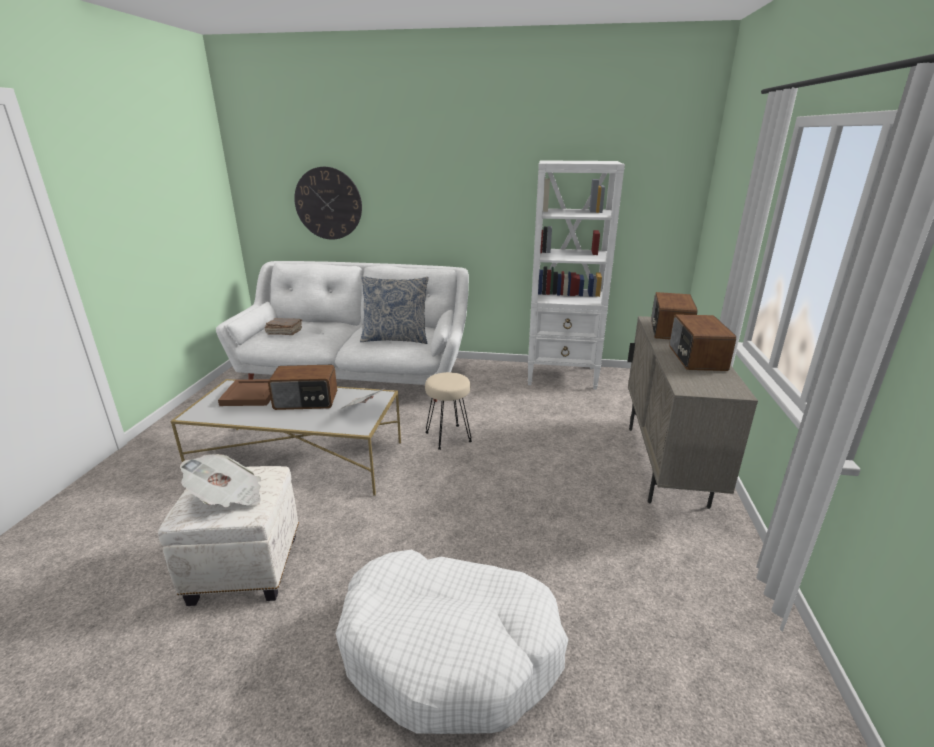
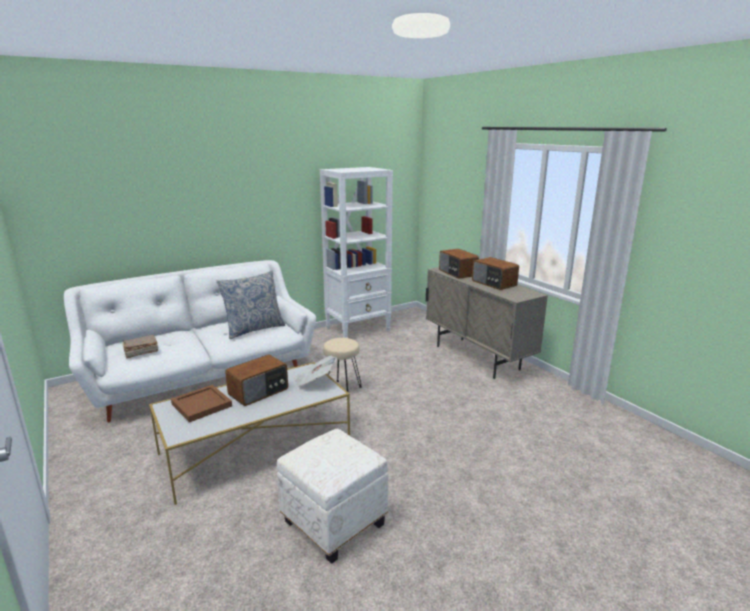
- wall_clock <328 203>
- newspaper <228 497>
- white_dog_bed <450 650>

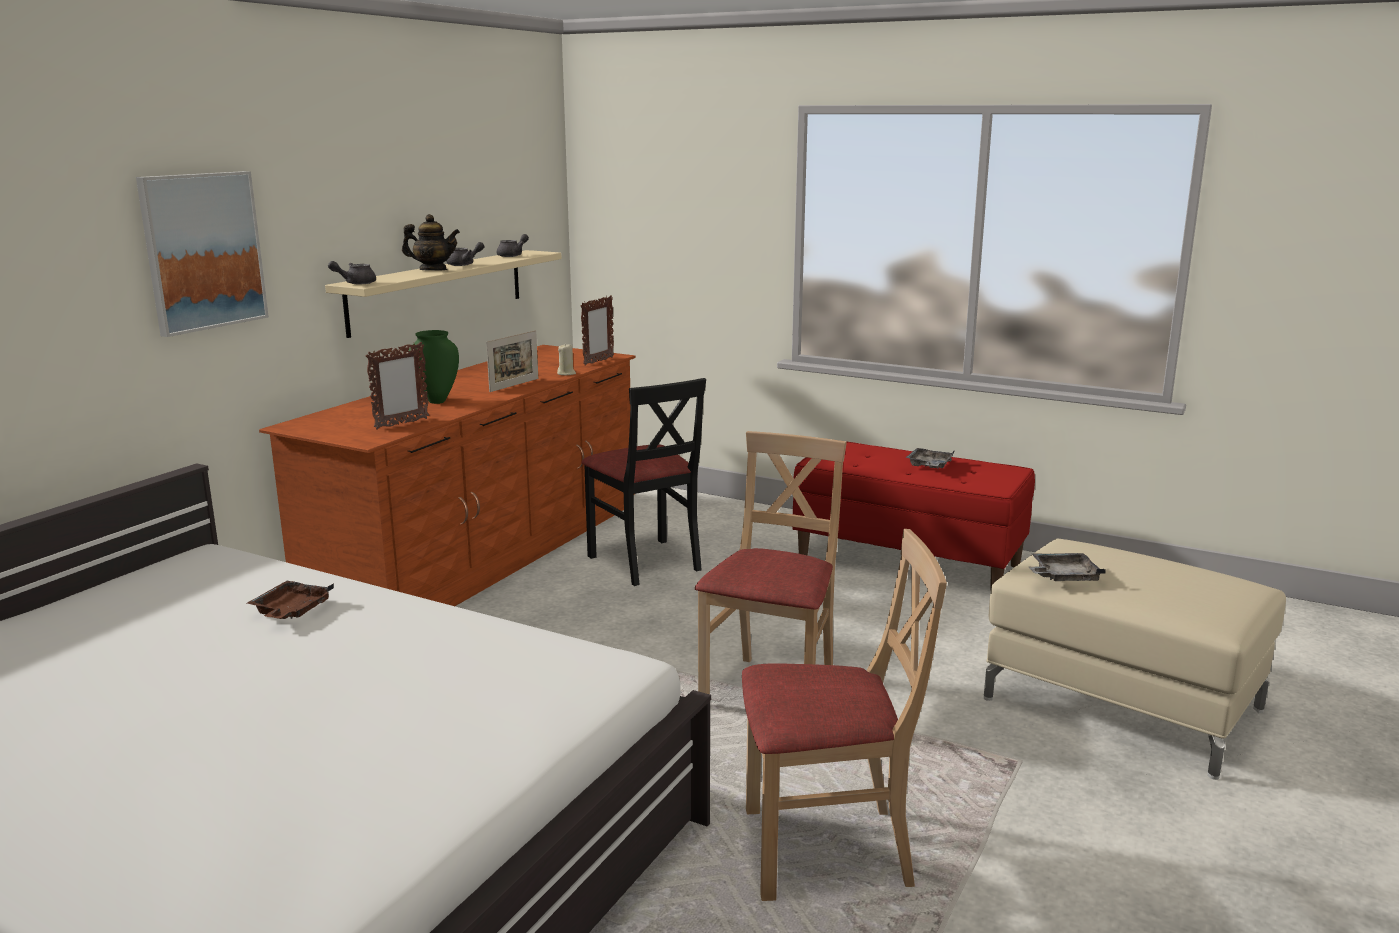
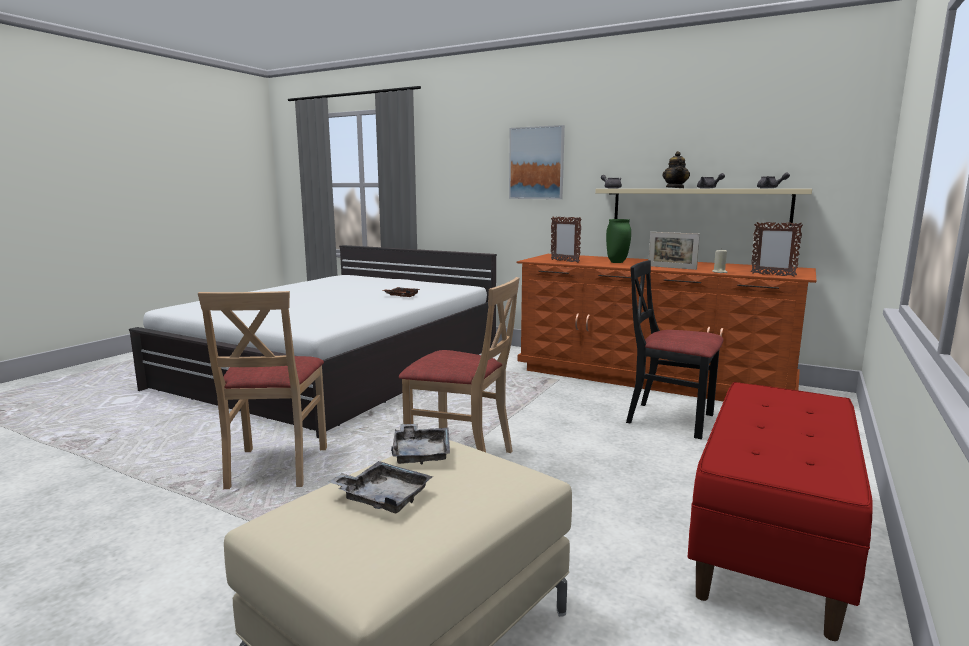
~ black_chair <645 562> = <670 419> 60 degrees clockwise
~ grey_tray <929 466> to <383 497>

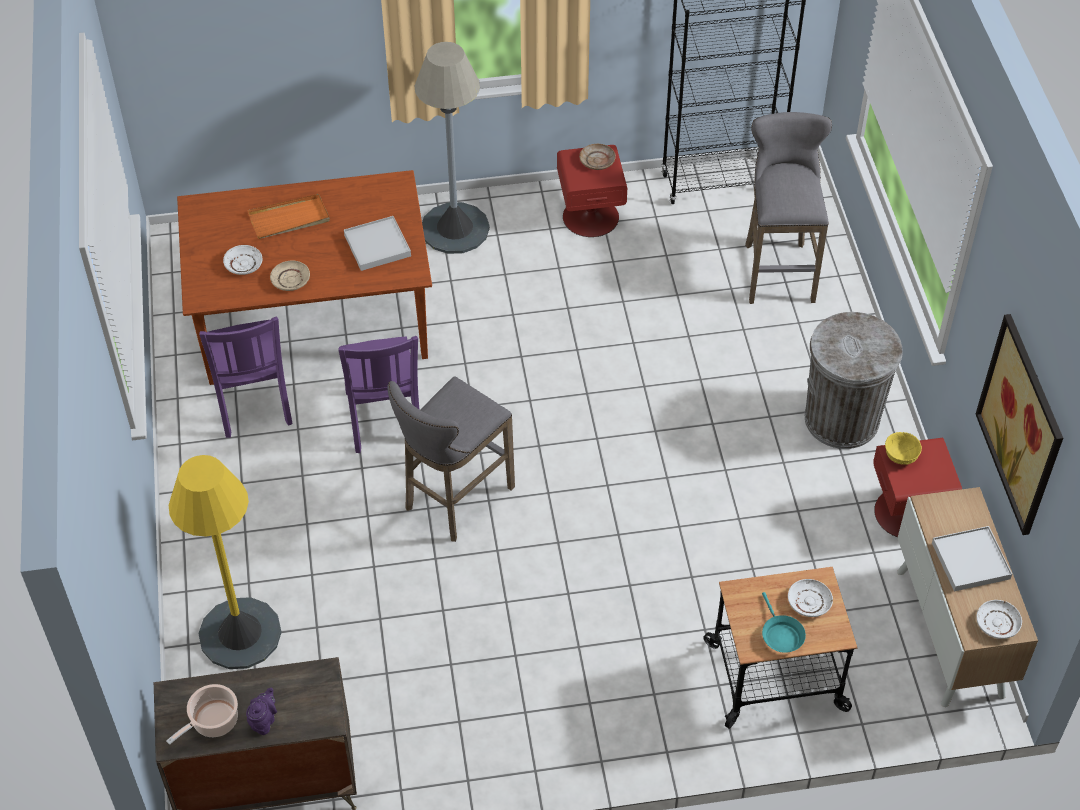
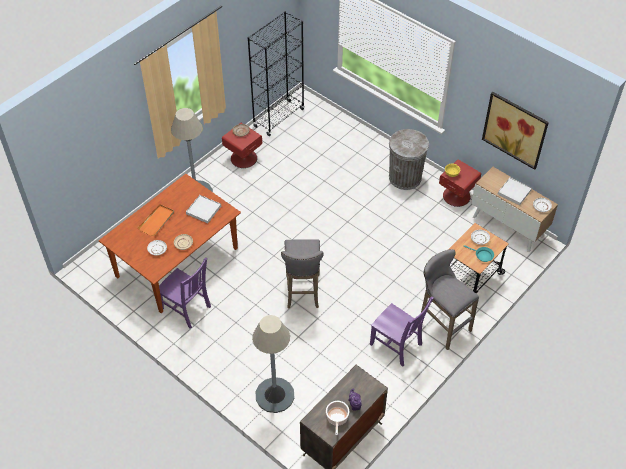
~ grey_stool <777 269> to <442 325>
~ purple_chair <384 419> to <397 345>
~ yellow_floor_lamp <240 634> to grey_floor_lamp <275 395>

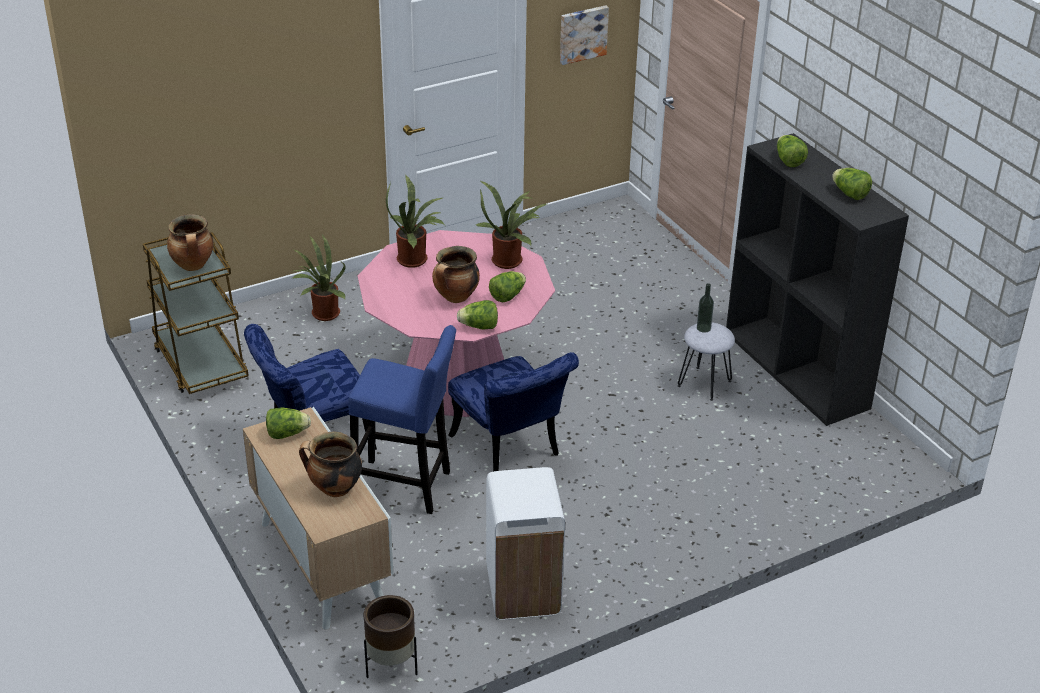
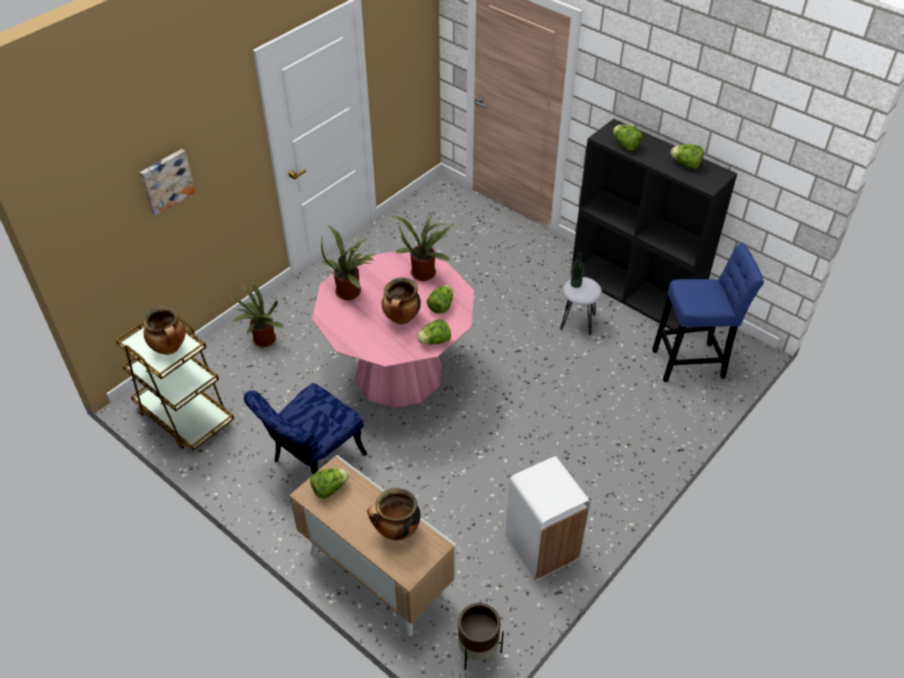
~ picture <582 34> to <166 181>
~ blue_stool <406 486> to <692 363>
- blue_chair <510 450>

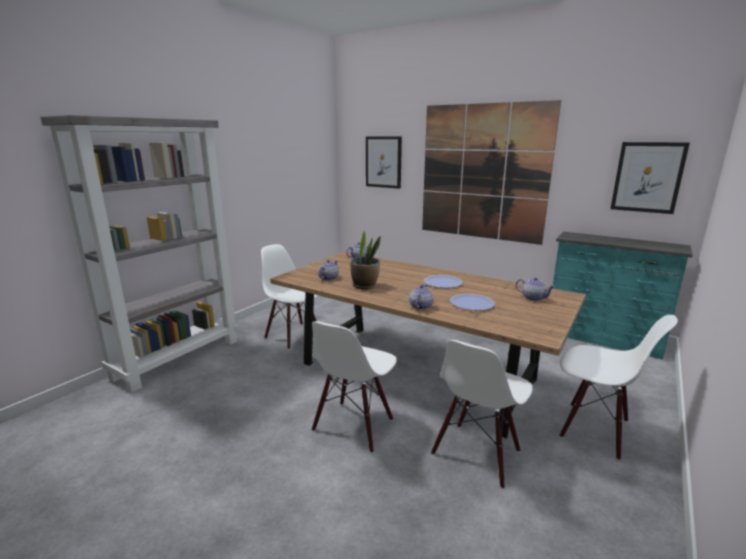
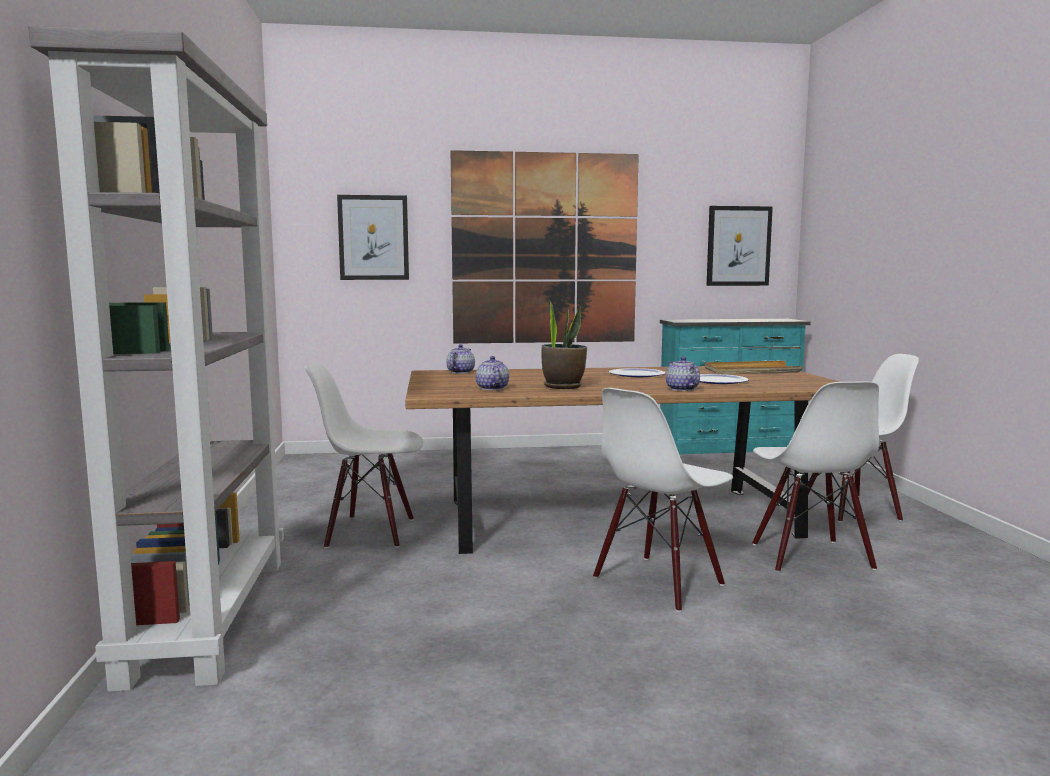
~ teapot <533 298> to beige_tray <751 371>
~ white_chair <354 426> = <659 582> 60 degrees clockwise

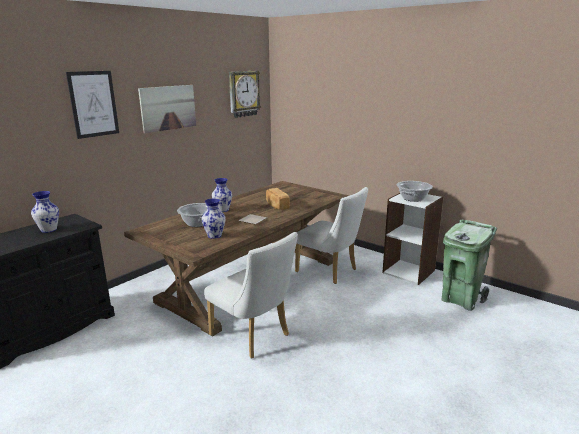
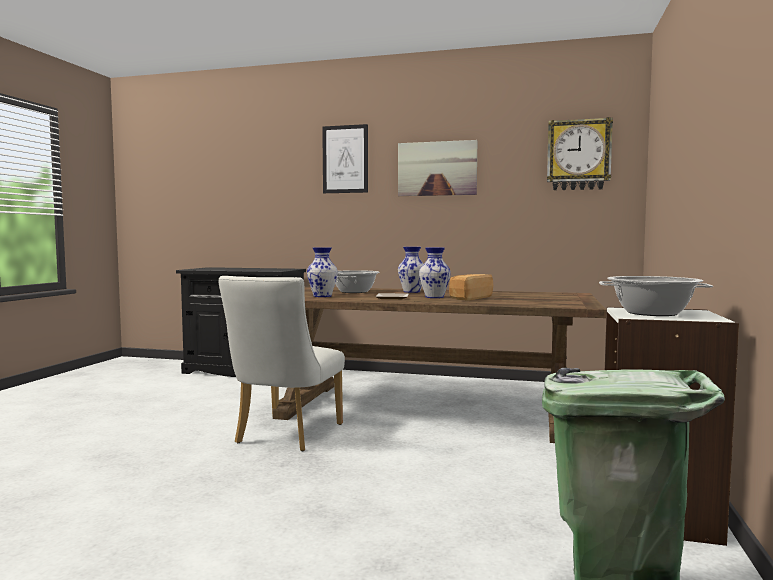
- white_chair <330 271>
~ vase <48 230> to <434 297>

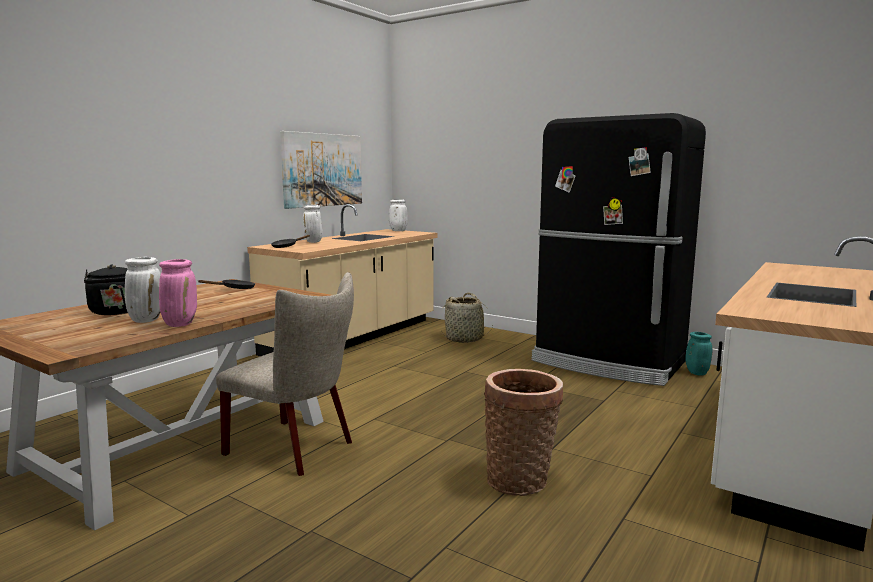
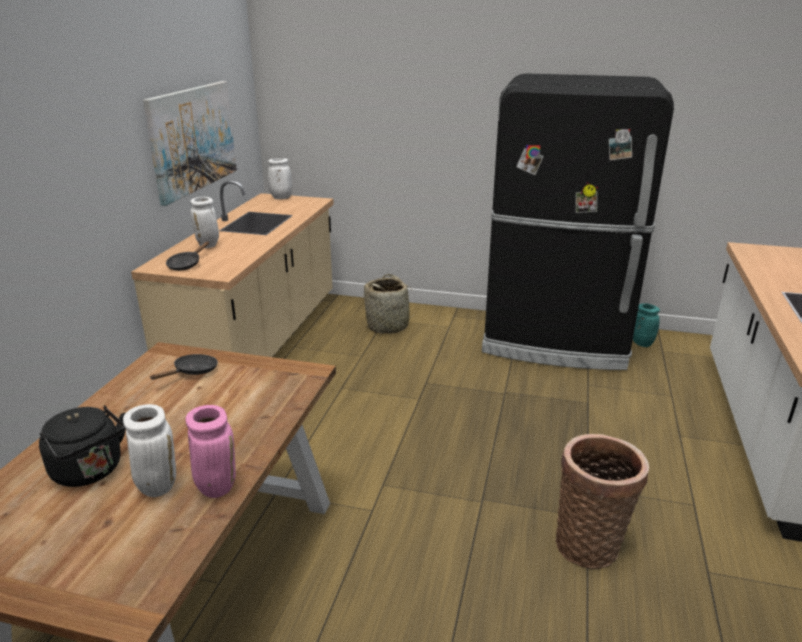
- beige_chair <296 449>

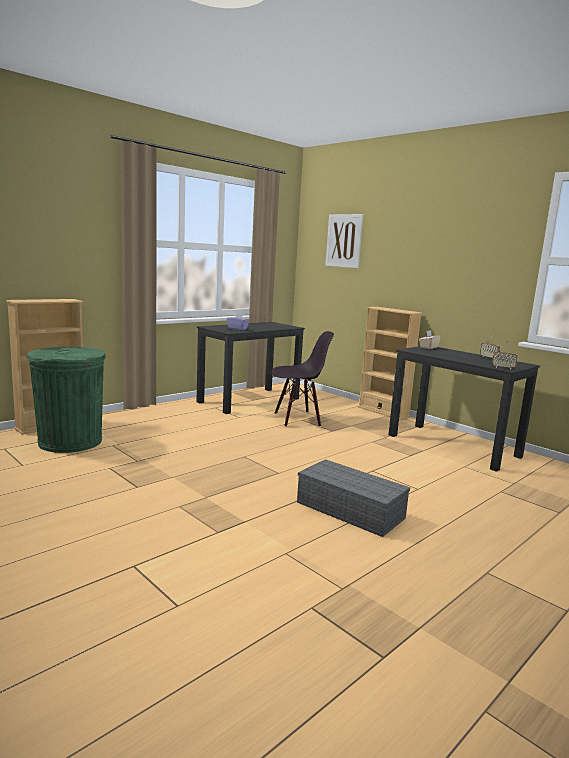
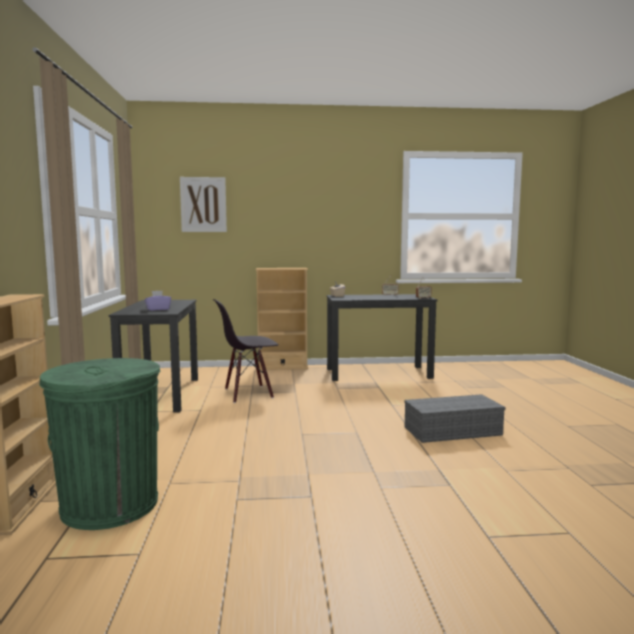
~ black_chair <297 419> = <248 393> 135 degrees counterclockwise

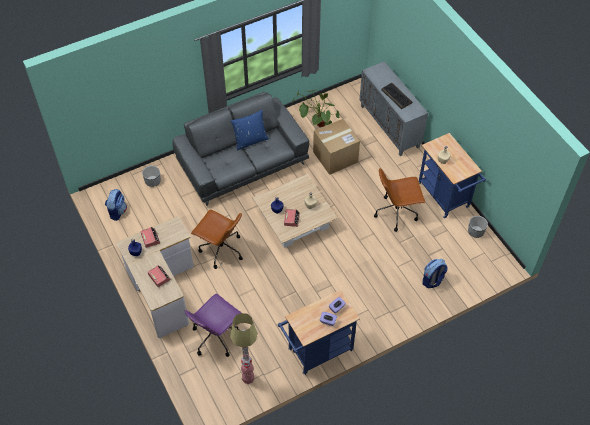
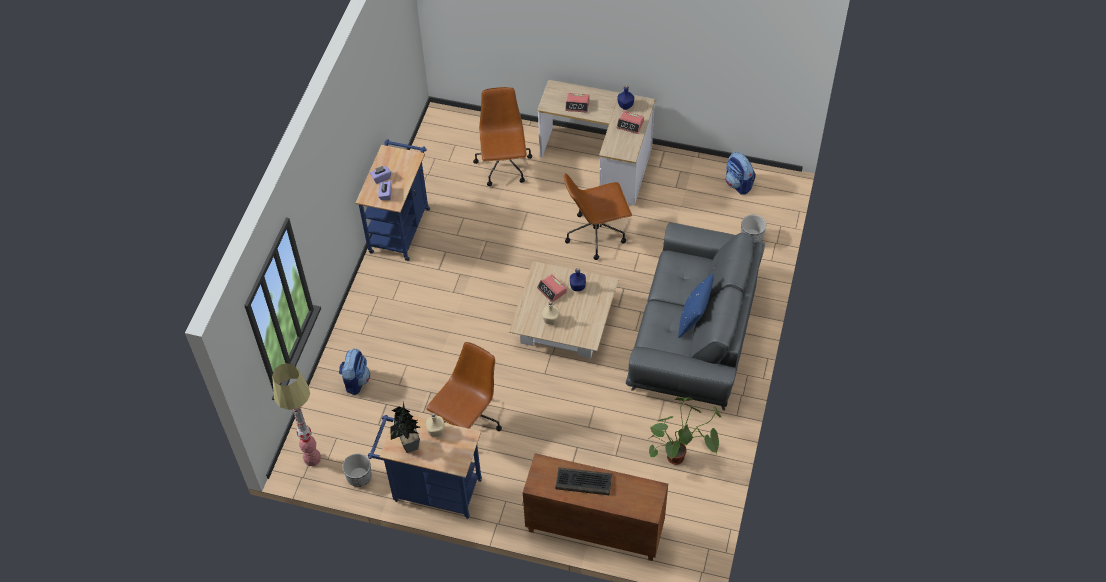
~ grey_cabinet <390 127> to brown_cabinet <593 529>
- cardboard_box <335 157>
~ purple_office_chair <215 336> to brown_office_chair <504 167>
~ floor_lamp <248 378> to <312 458>
+ potted_plant <410 448>

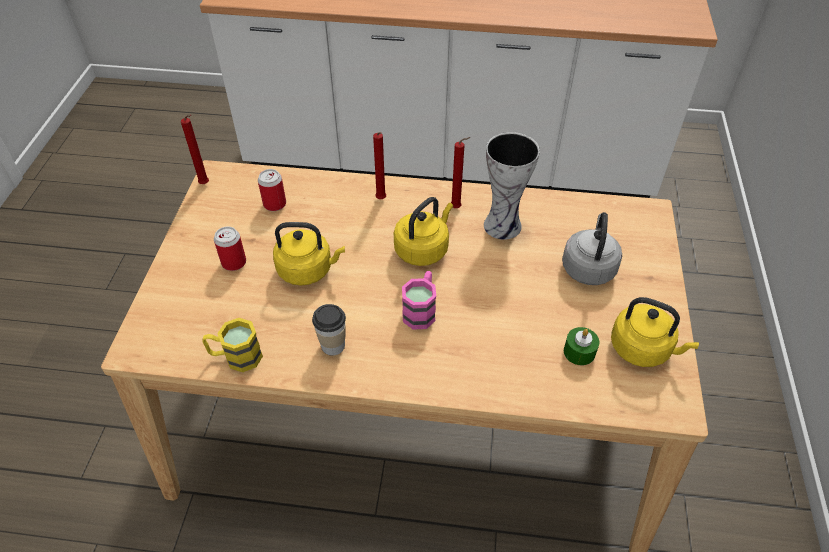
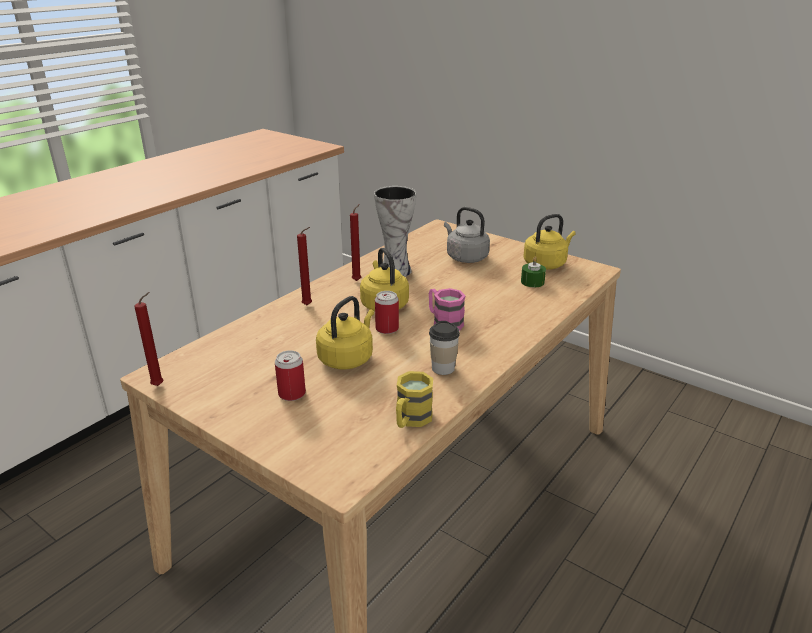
~ can <274 204> to <387 329>

